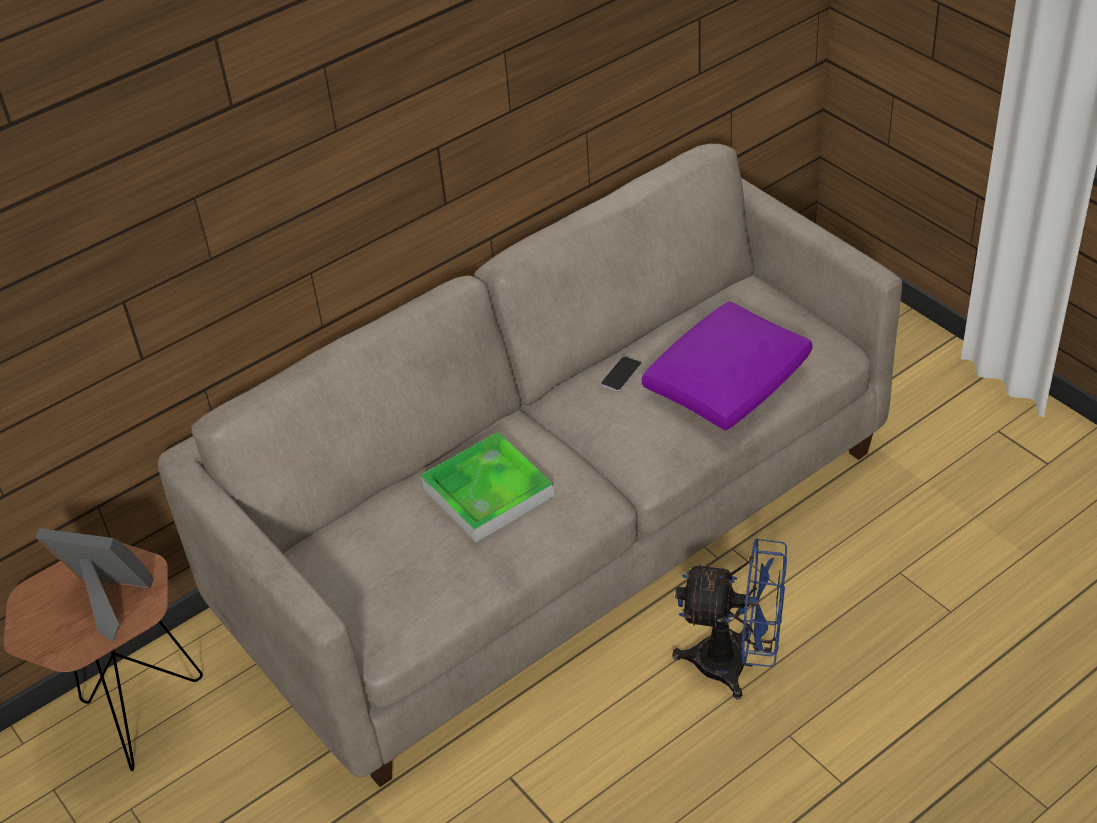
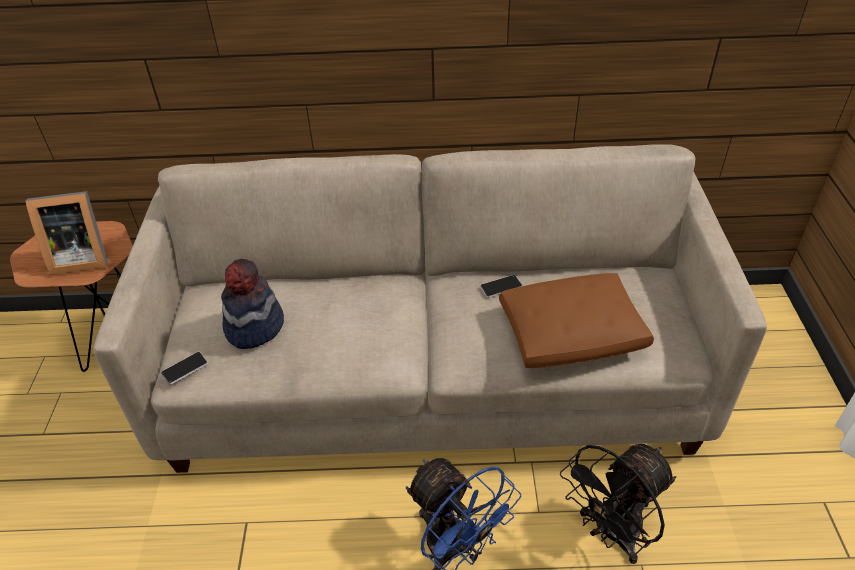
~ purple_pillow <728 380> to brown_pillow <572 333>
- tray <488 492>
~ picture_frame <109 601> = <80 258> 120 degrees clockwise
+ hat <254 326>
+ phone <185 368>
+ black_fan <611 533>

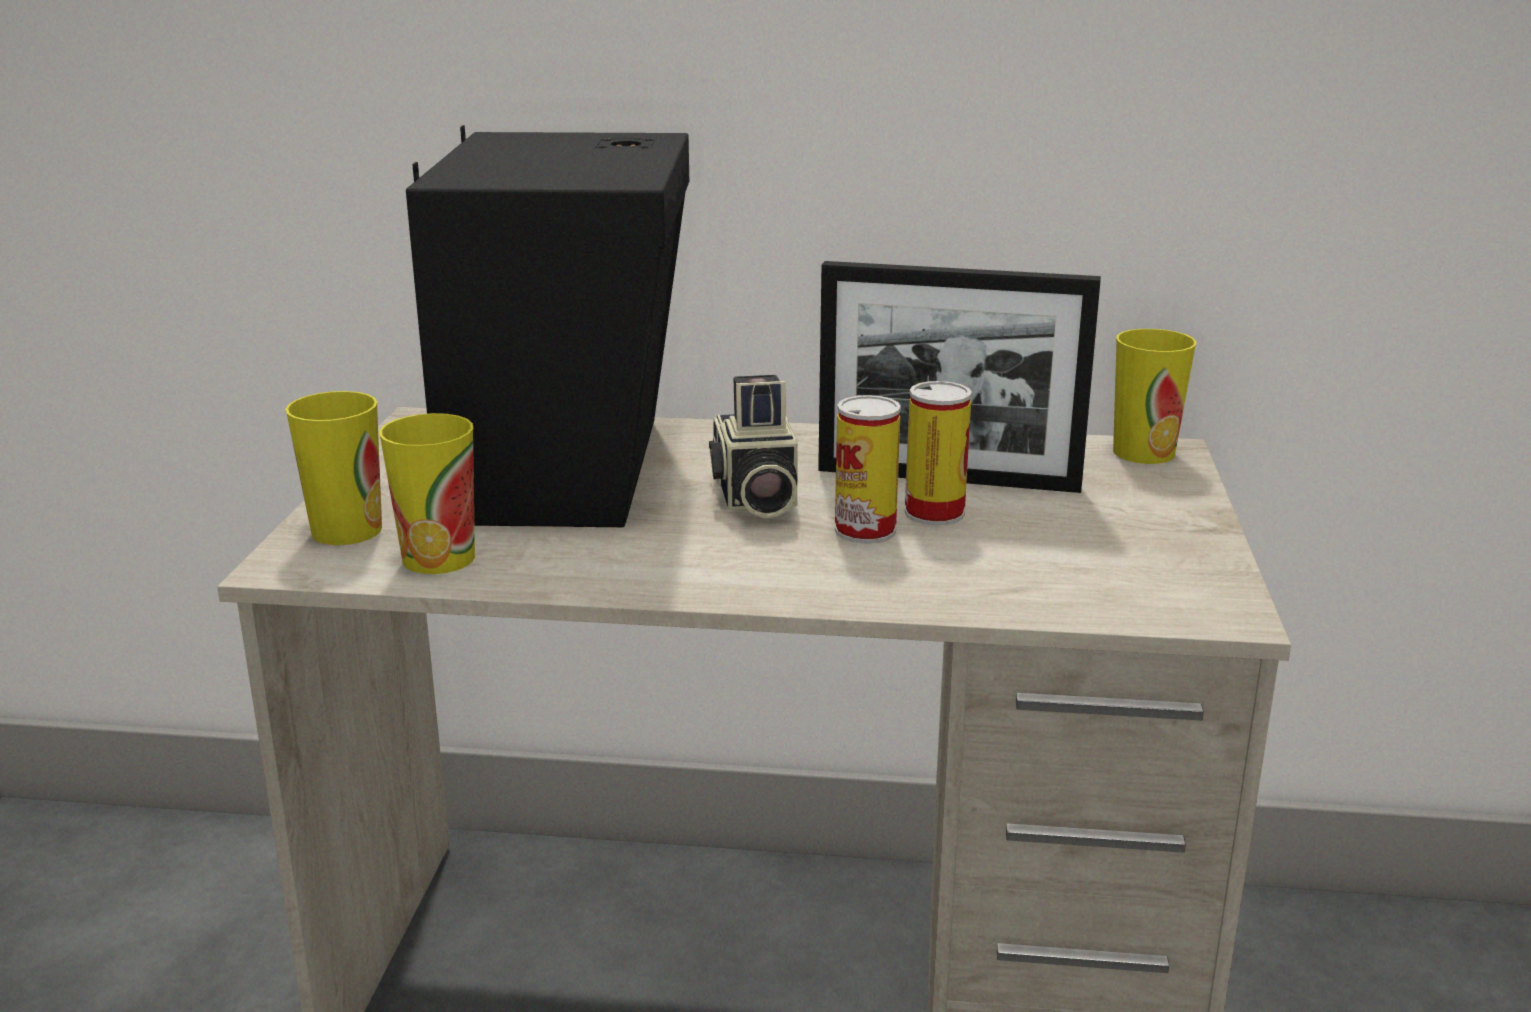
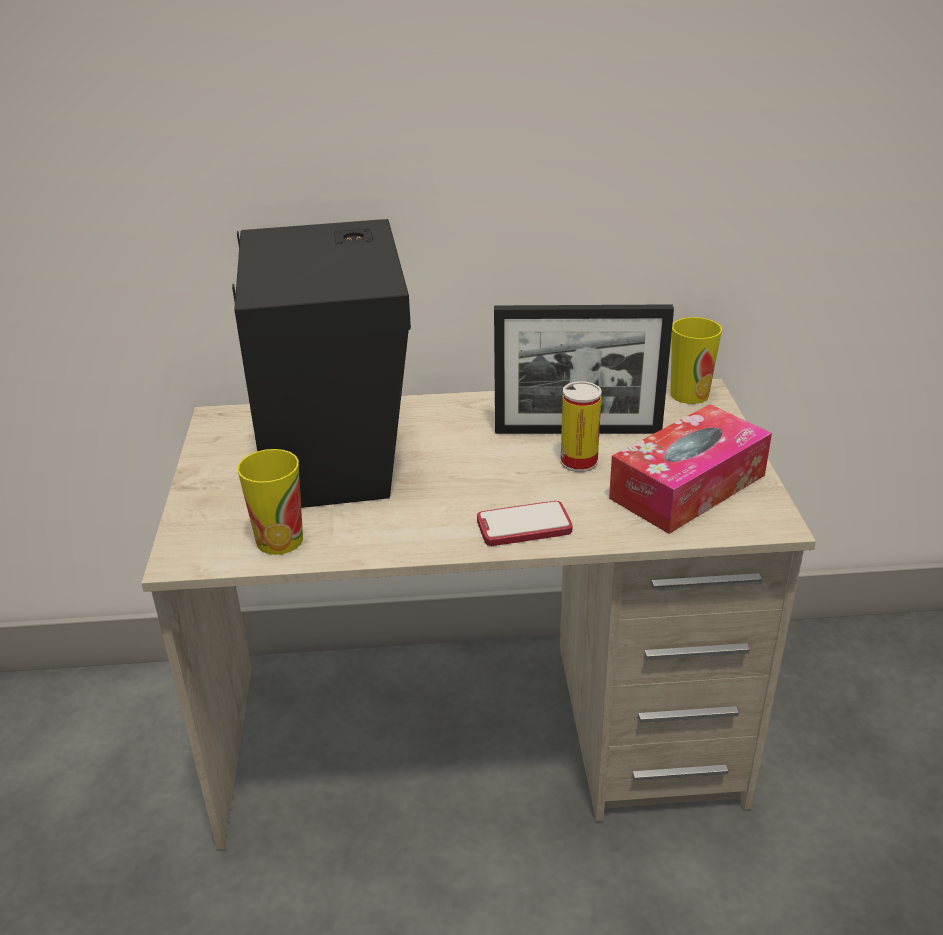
- photo_camera <754 498>
- cup <346 530>
- can <865 530>
+ tissue_box <688 486>
+ phone <524 526>

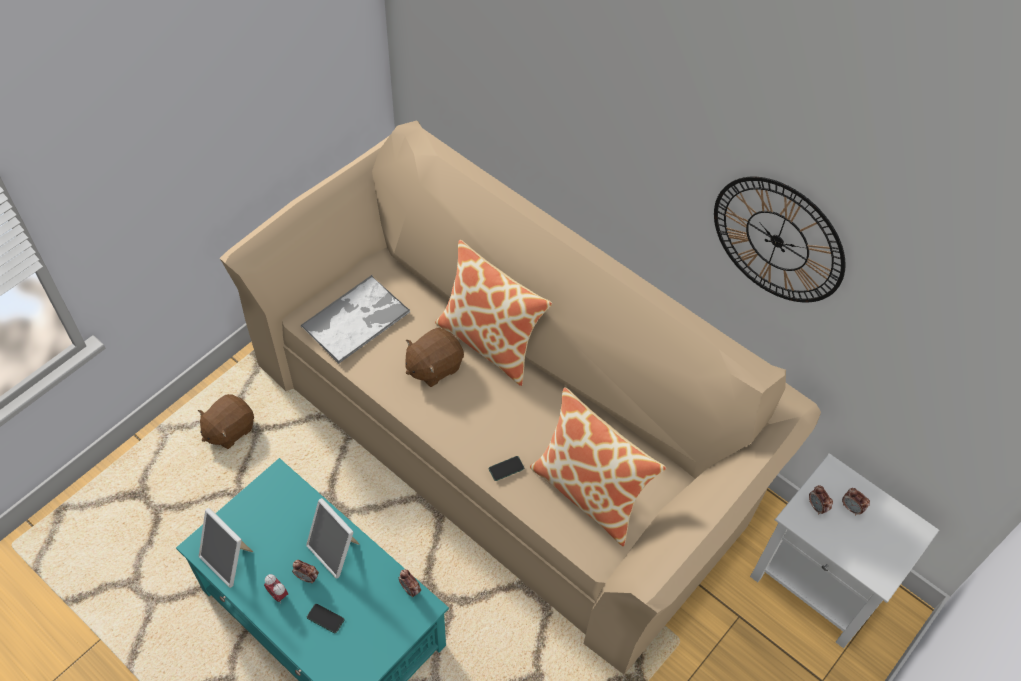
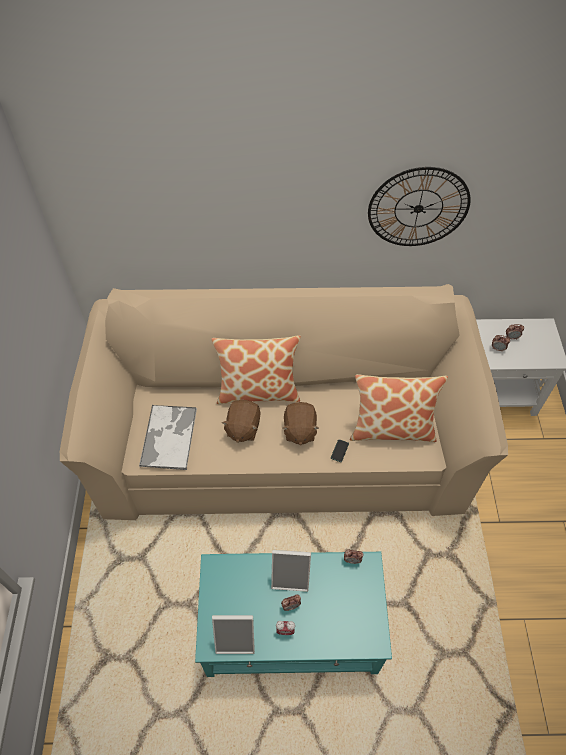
~ brown_plush_toy <229 429> to <299 430>
- phone <325 618>

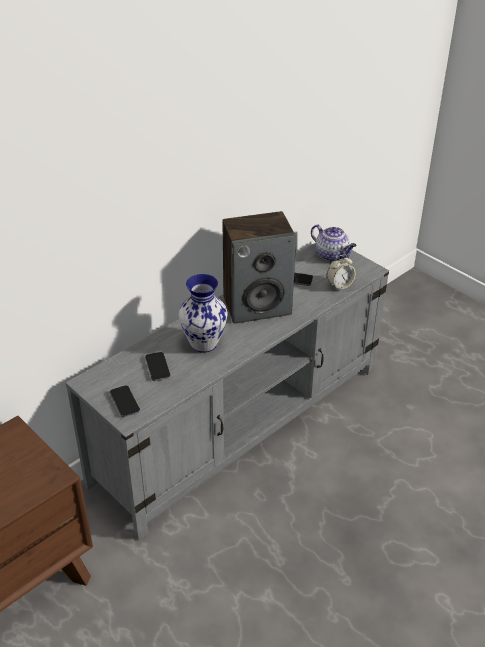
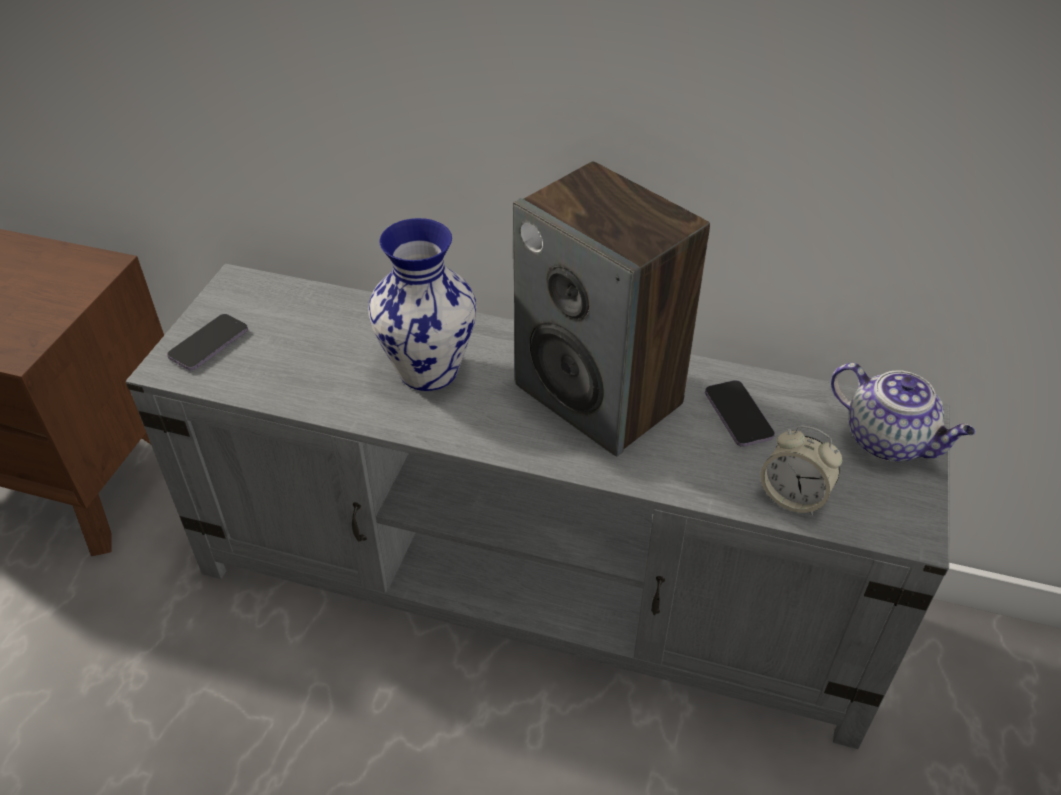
~ teapot <332 255> = <889 441> 60 degrees counterclockwise
- phone <157 367>

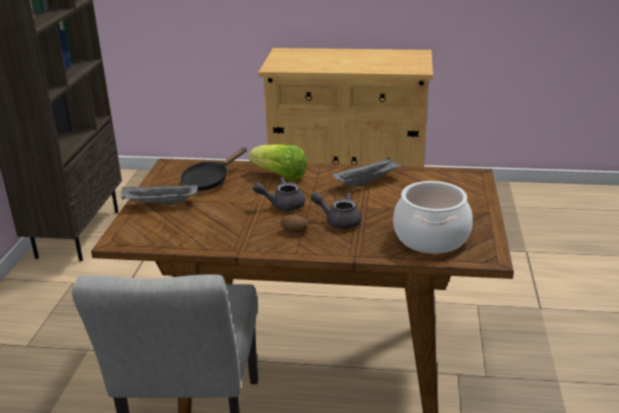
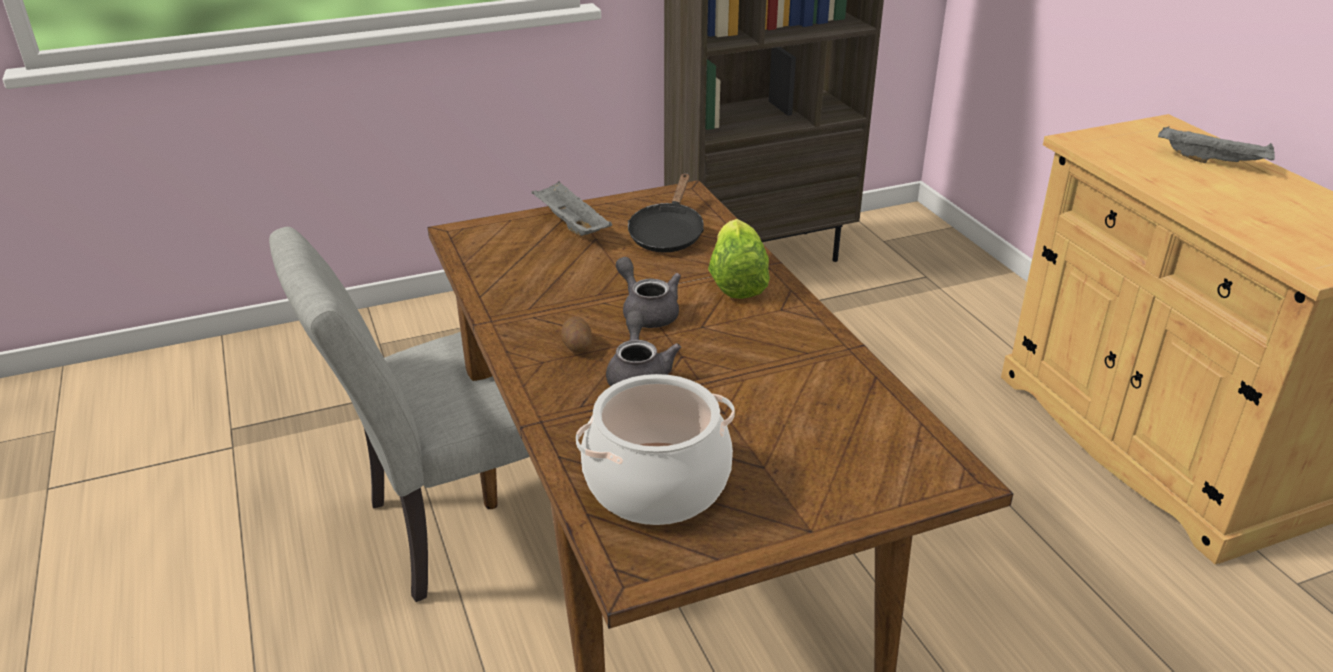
~ black_frying_pan <209 180> = <667 234> 90 degrees counterclockwise
~ grey_tray <367 182> to <1213 161>

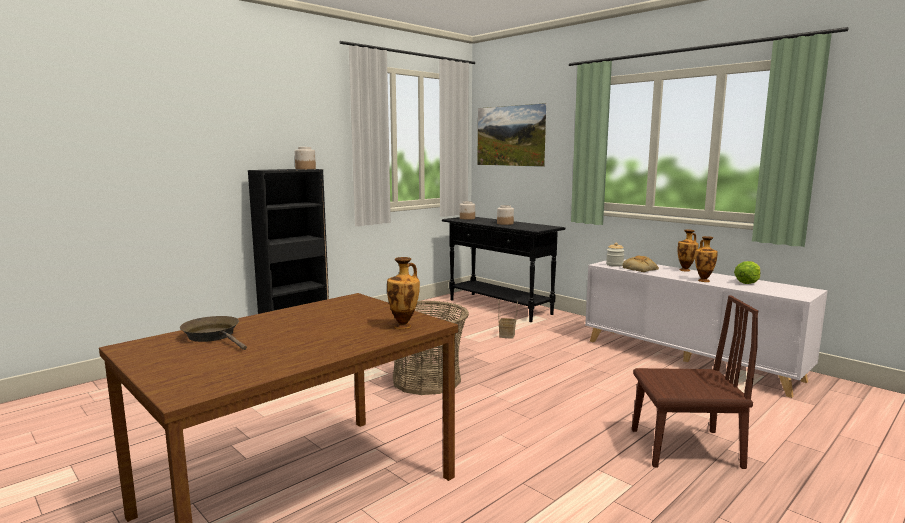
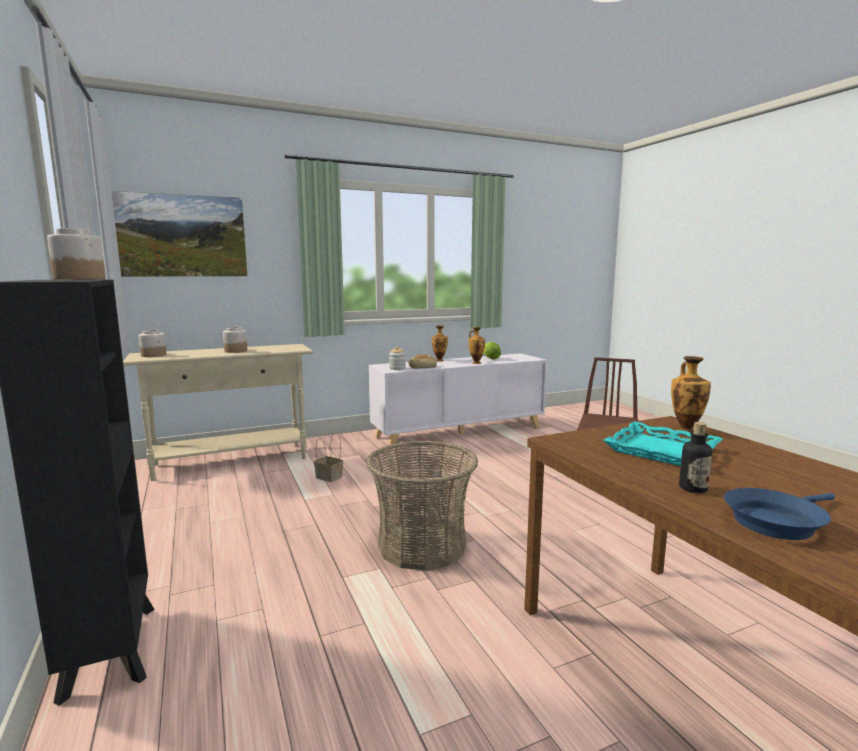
~ black_console_table <499 307> to beige_console_table <232 461>
~ brown_frying_pan <214 336> to blue_frying_pan <776 521>
+ turquoise_tray <662 450>
+ bottle <693 488>

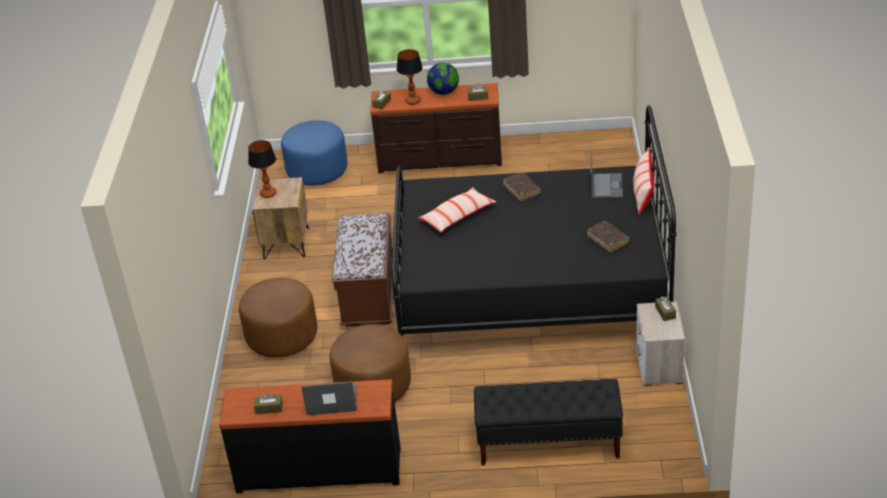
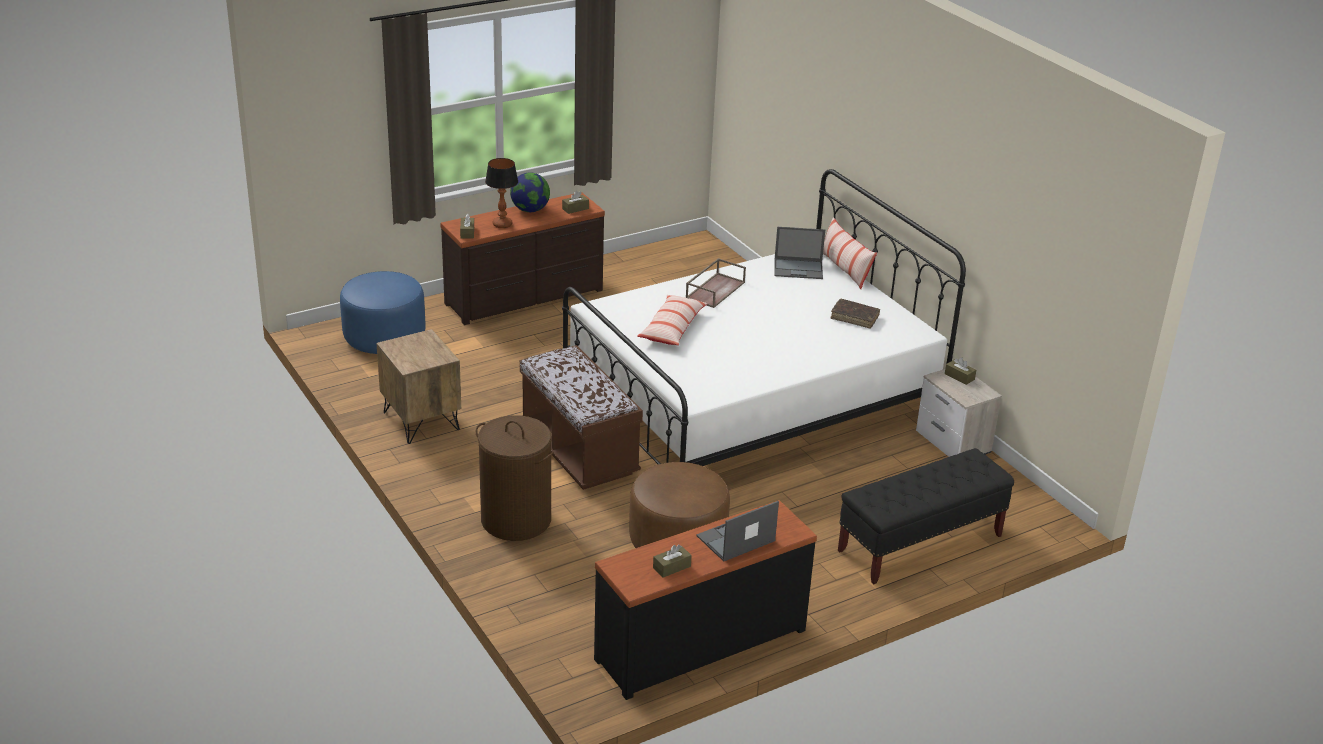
~ black_bed <530 286> to white_bed <750 399>
- table_lamp <268 194>
~ laptop <606 185> = <799 269> 120 degrees clockwise
~ brown_book <521 190> to brown_tray <715 290>
~ brown_ottoman <282 337> to brown_laundry_basket <515 520>

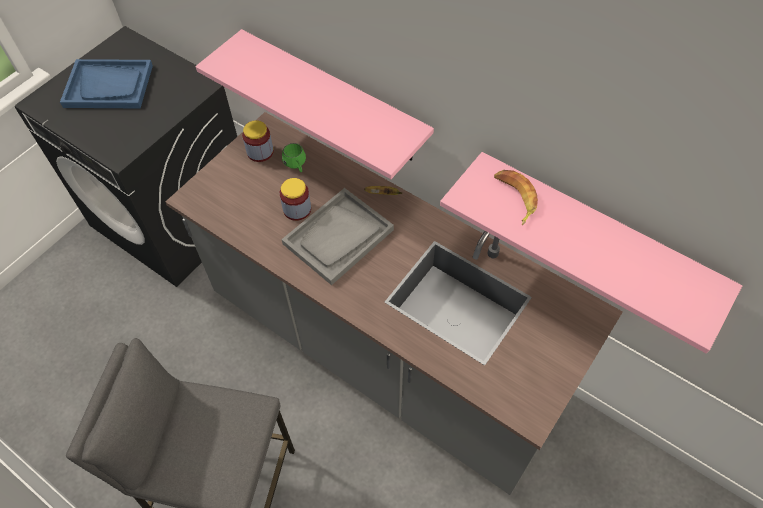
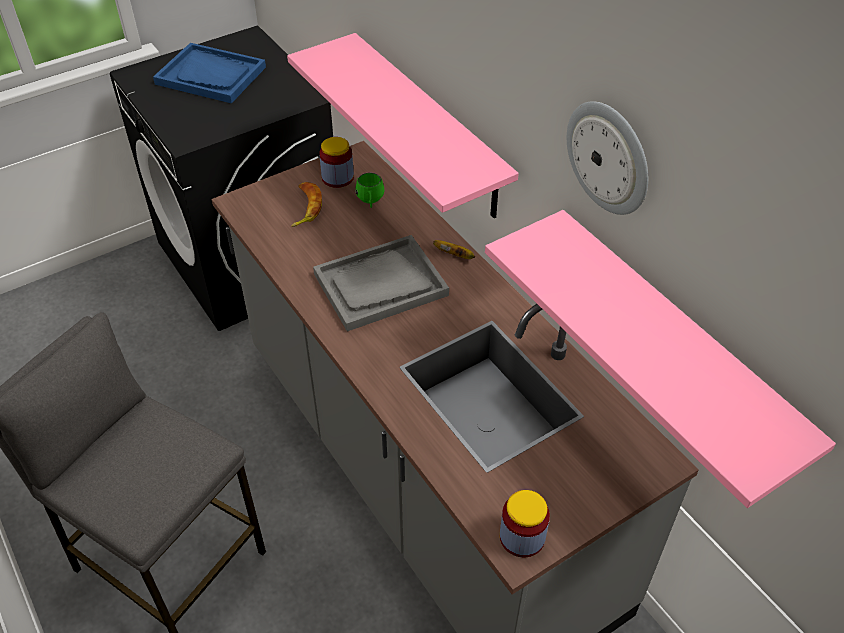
~ banana <514 198> to <305 207>
~ jar <297 209> to <522 537>
+ wall_clock <609 157>

